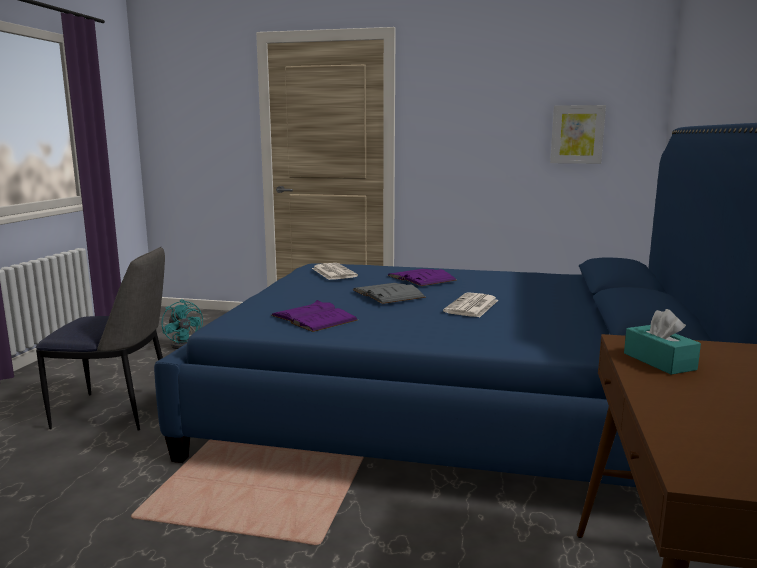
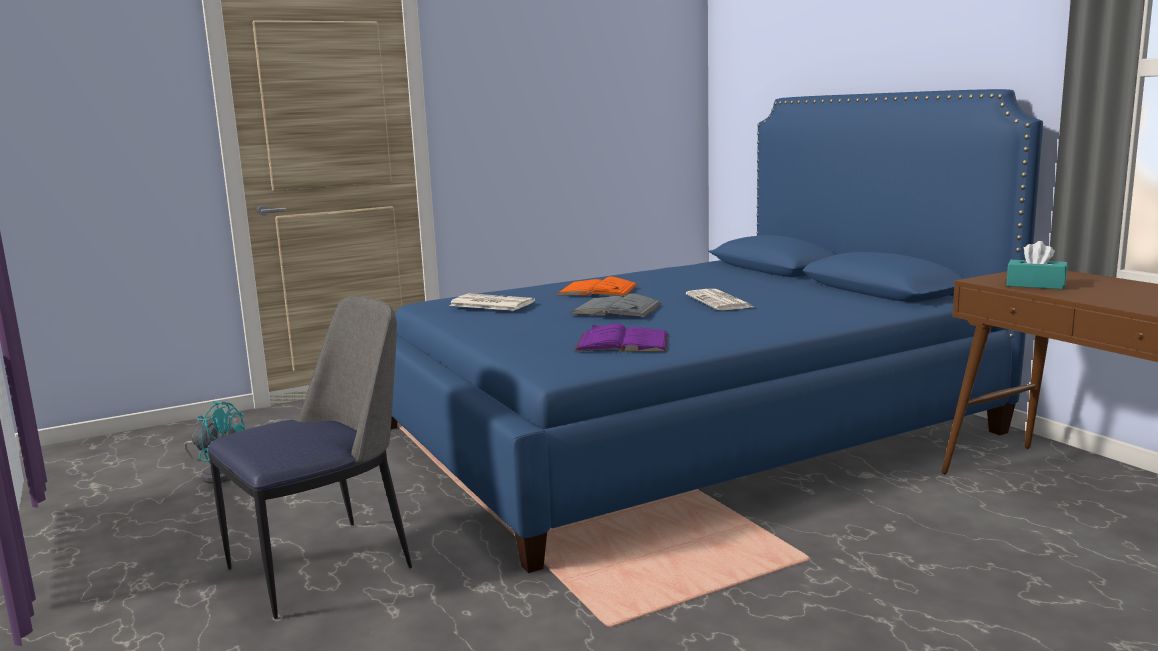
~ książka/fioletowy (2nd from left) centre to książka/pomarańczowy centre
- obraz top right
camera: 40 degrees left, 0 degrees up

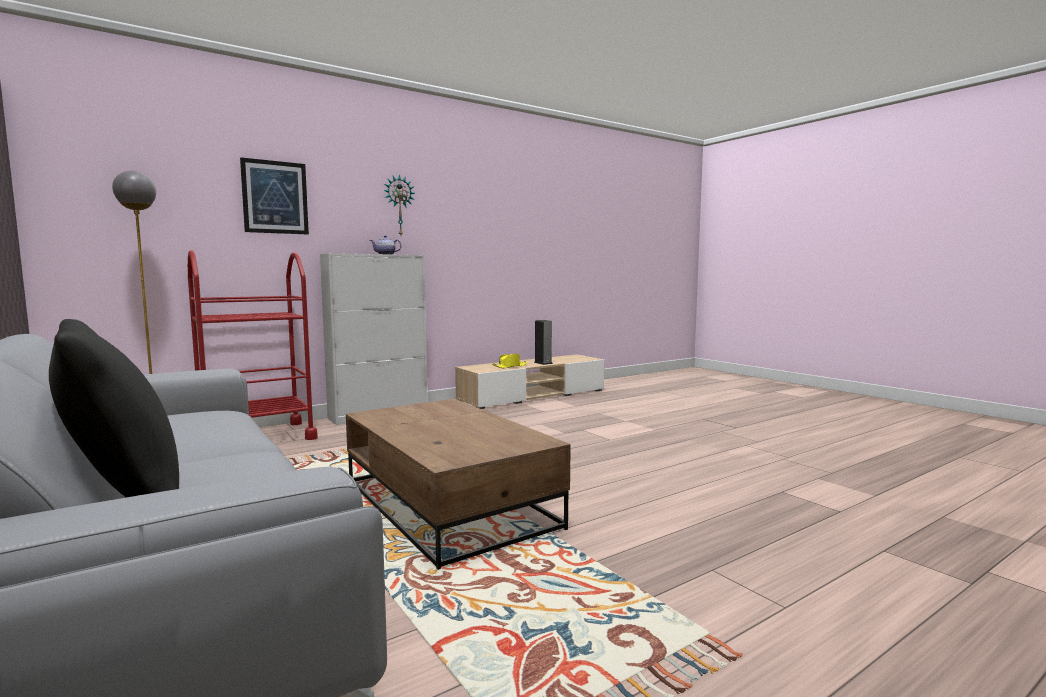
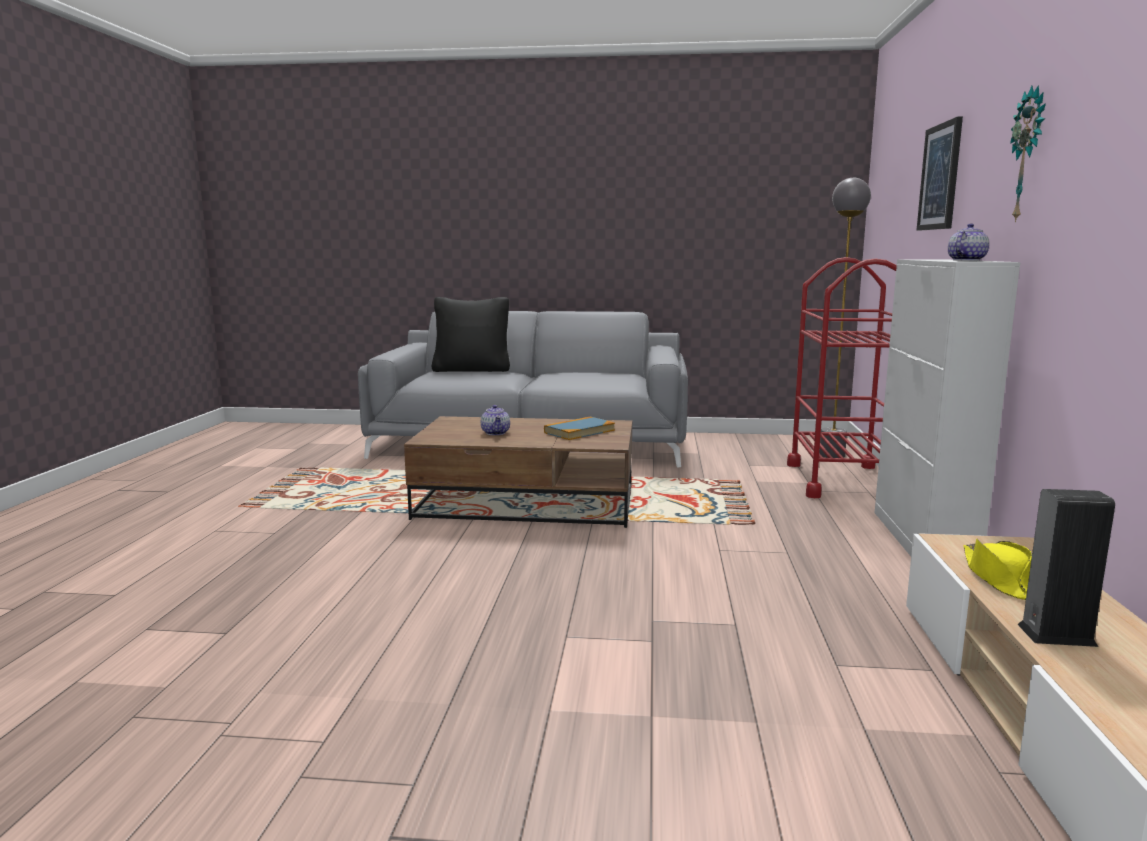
+ imbryk (1st from left) centre
+ książka centre
camera: 130 degrees right, 5 degrees up

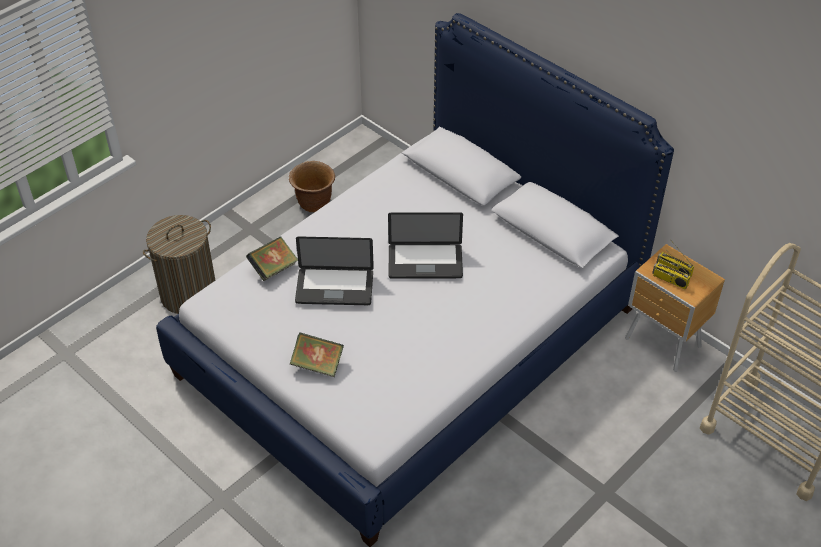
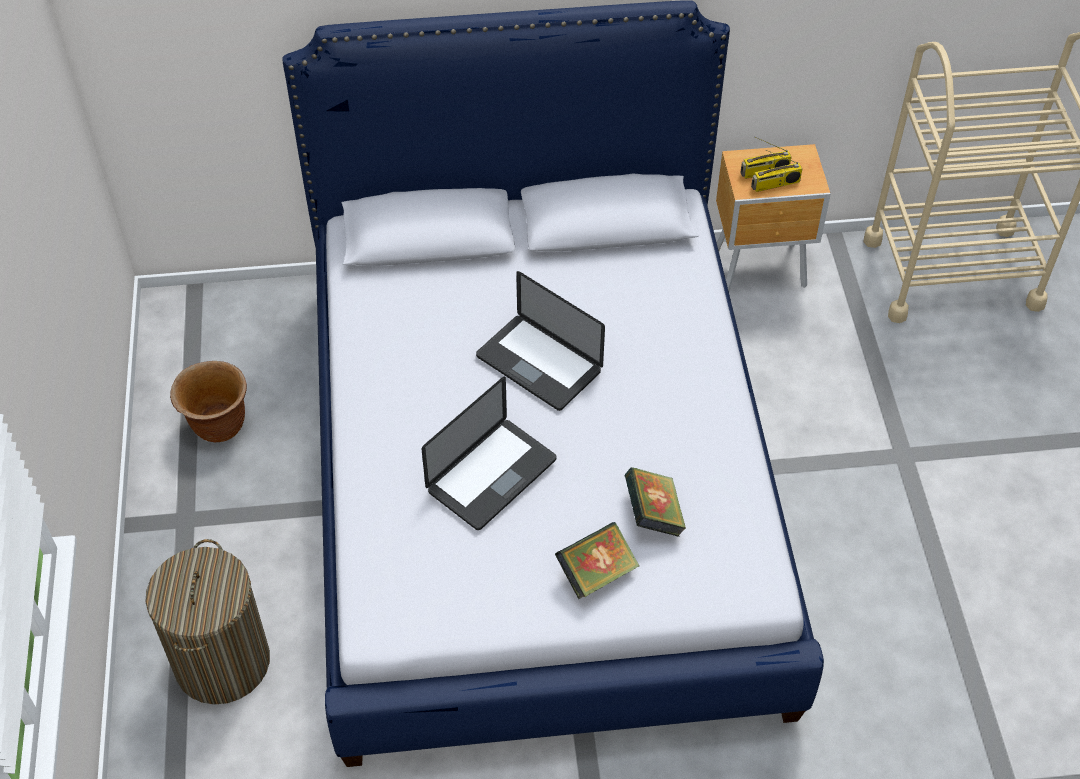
~ książka (1st from left in the first image) middle left to książka (2nd from left) centre
~ laptop (2nd from left) centre = centre 90 degrees clockwise
camera: 50 degrees left, 5 degrees up

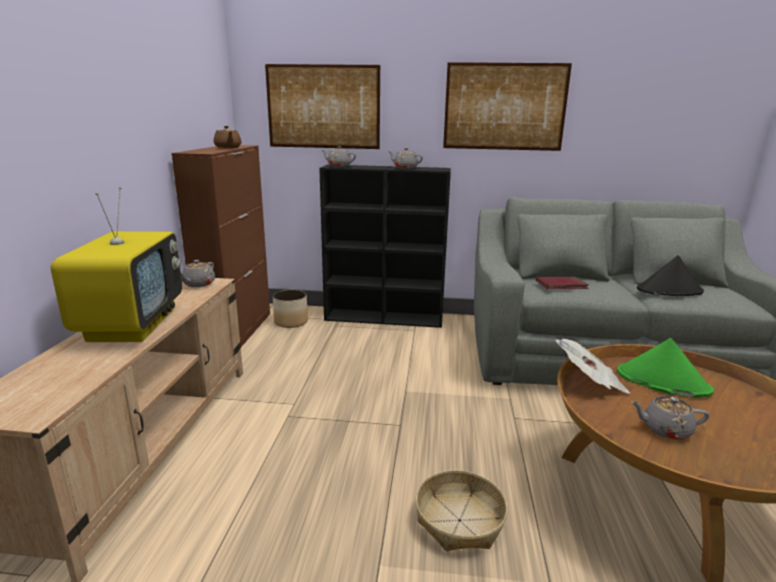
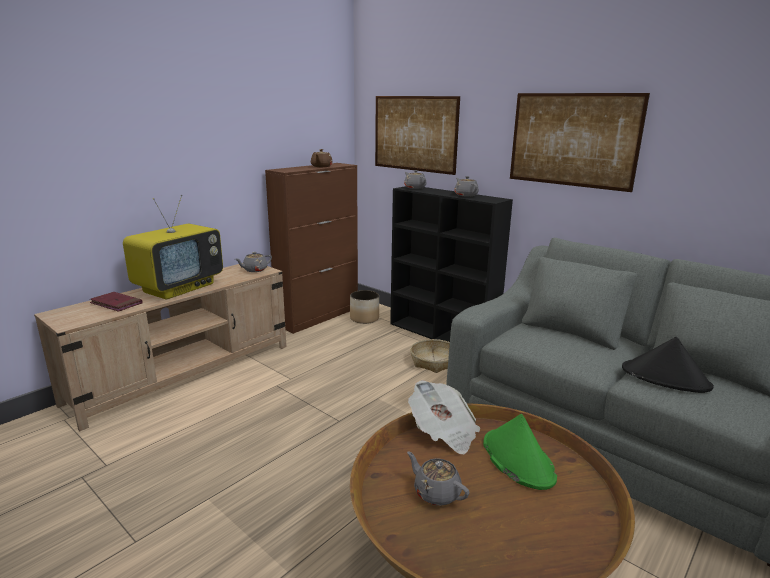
~ koszyk bottom centre to centre
~ książka/czerwony middle right to middle left
camera: 35 degrees right, 0 degrees up

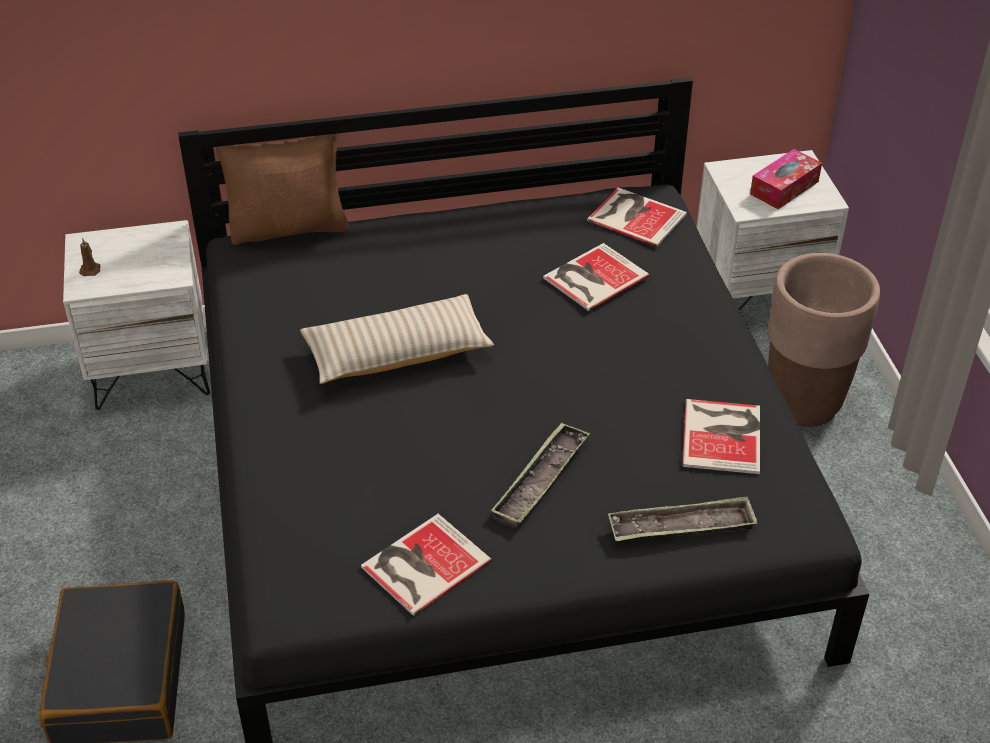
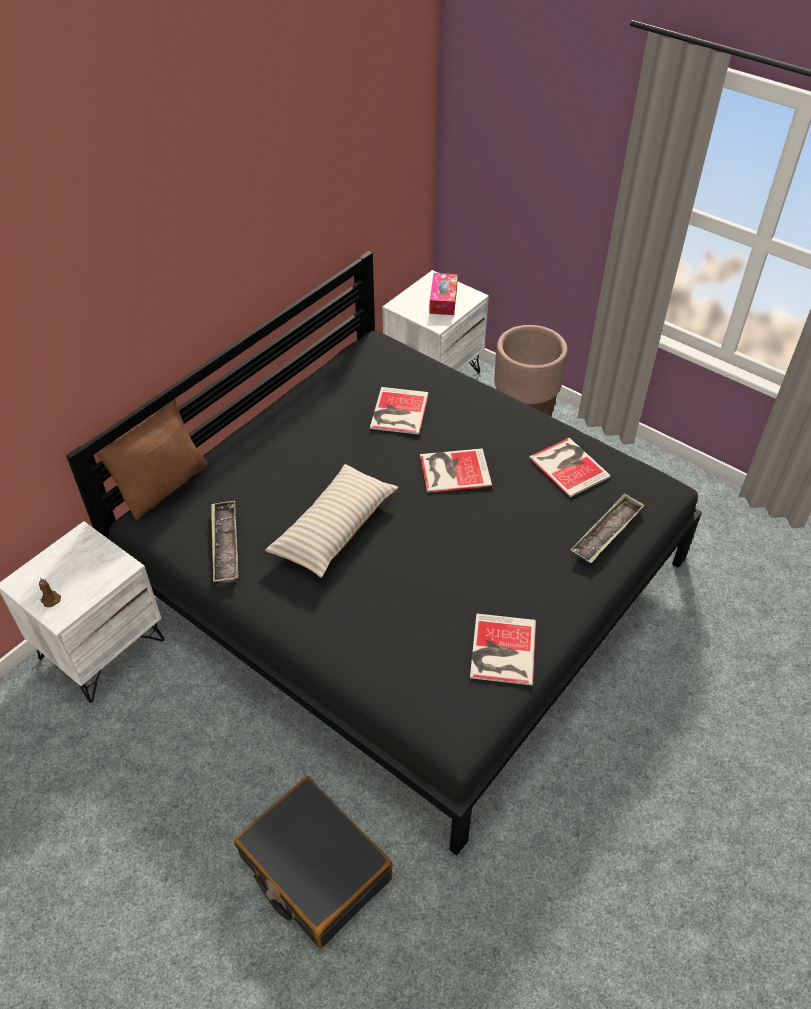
~ taca (1st from left) centre to middle left
~ książka (3rd from left in the first image) top centre to książka (2nd from left) centre
camera: 40 degrees left, 5 degrees up

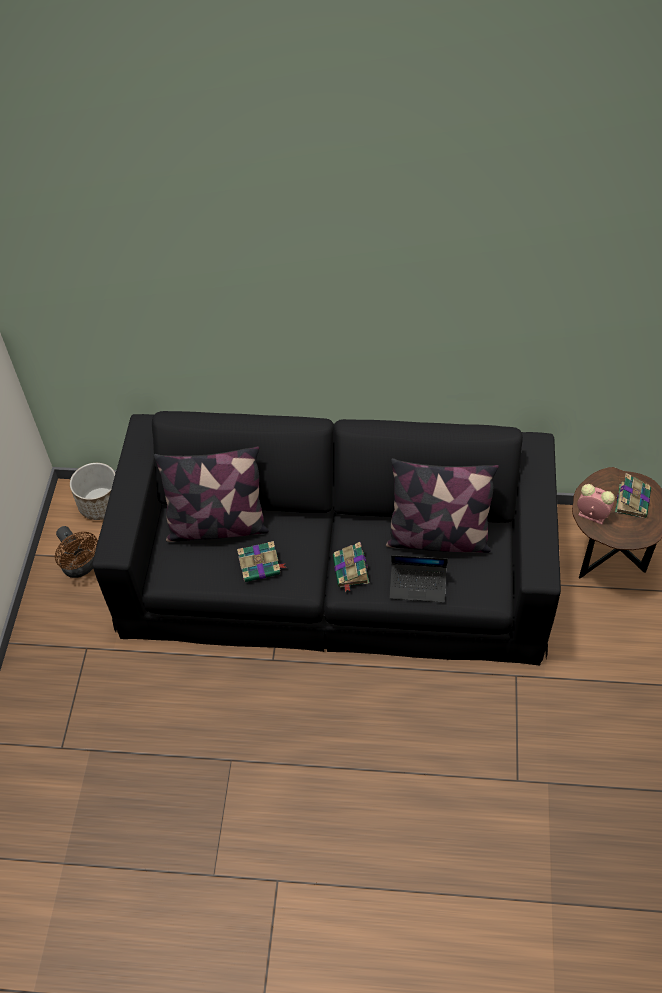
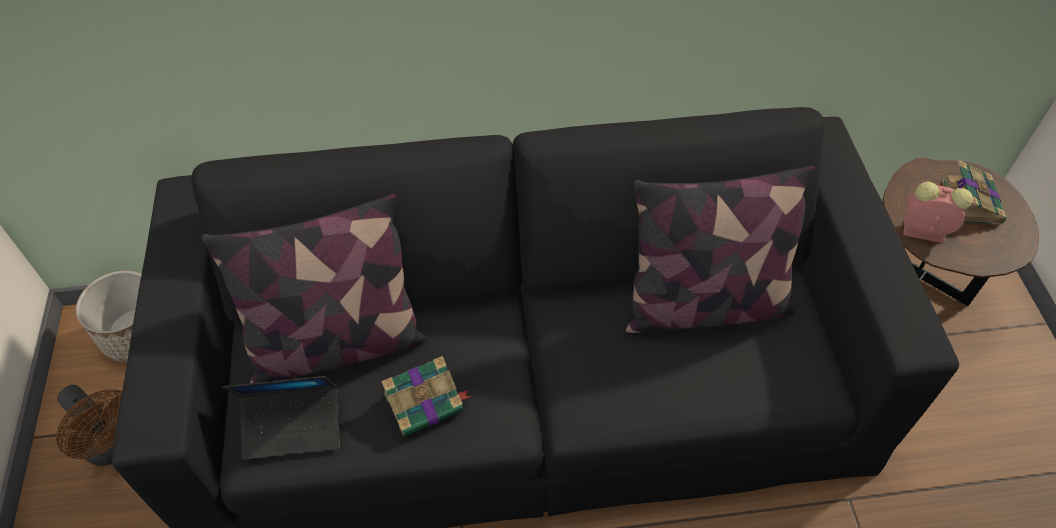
- książka (2nd from left) centre
~ laptop centre to bottom left
camera: 15 degrees left, 0 degrees up

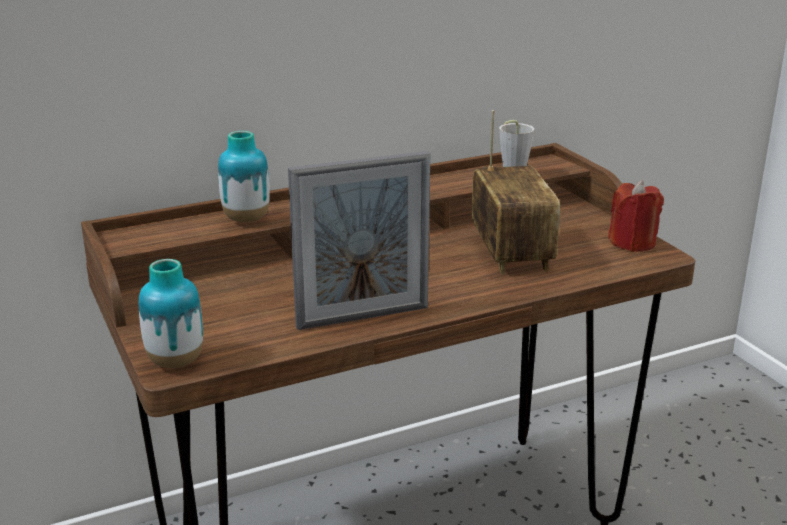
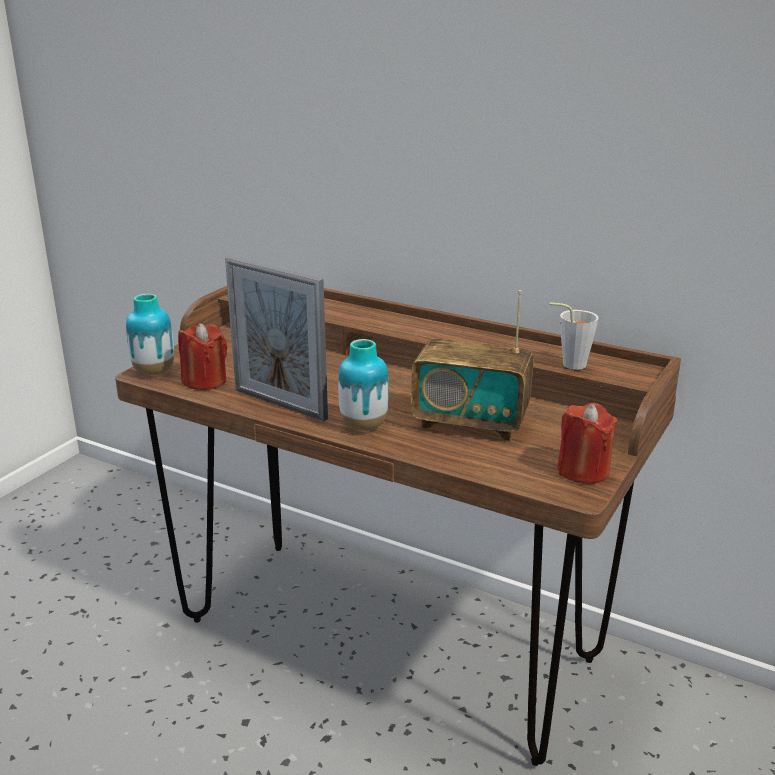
~ wazon (2nd from left) middle left to centre
~ radio centre = centre 60 degrees clockwise
+ świeca/czerwony (1st from left) middle left
camera: 55 degrees right, 0 degrees up

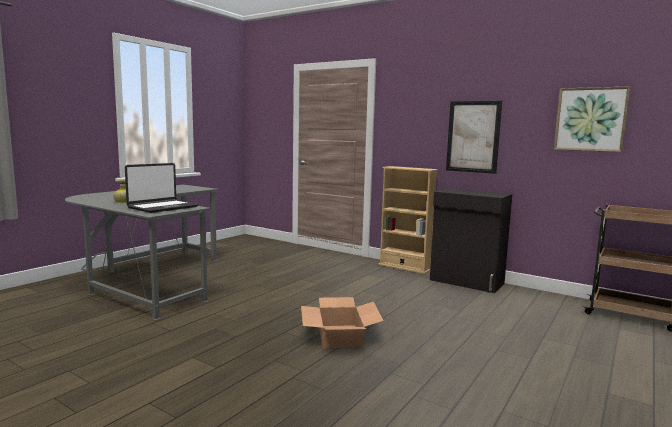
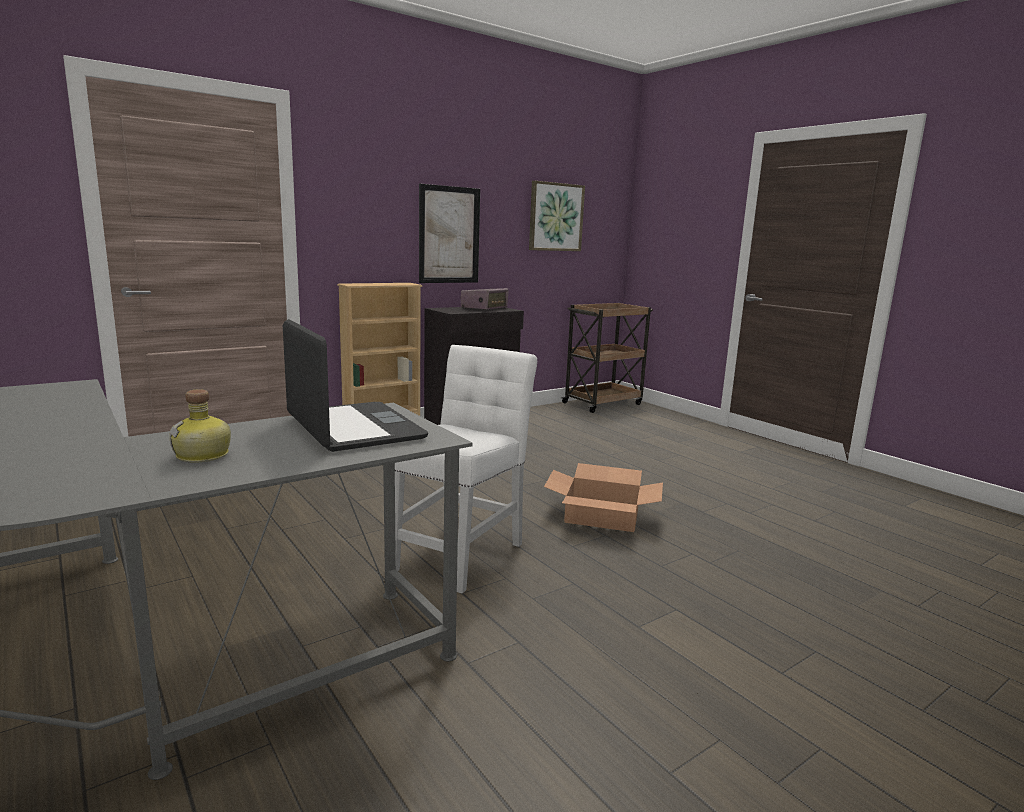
+ krzesło/biały centre
+ radio centre
camera: 70 degrees left, 5 degrees up

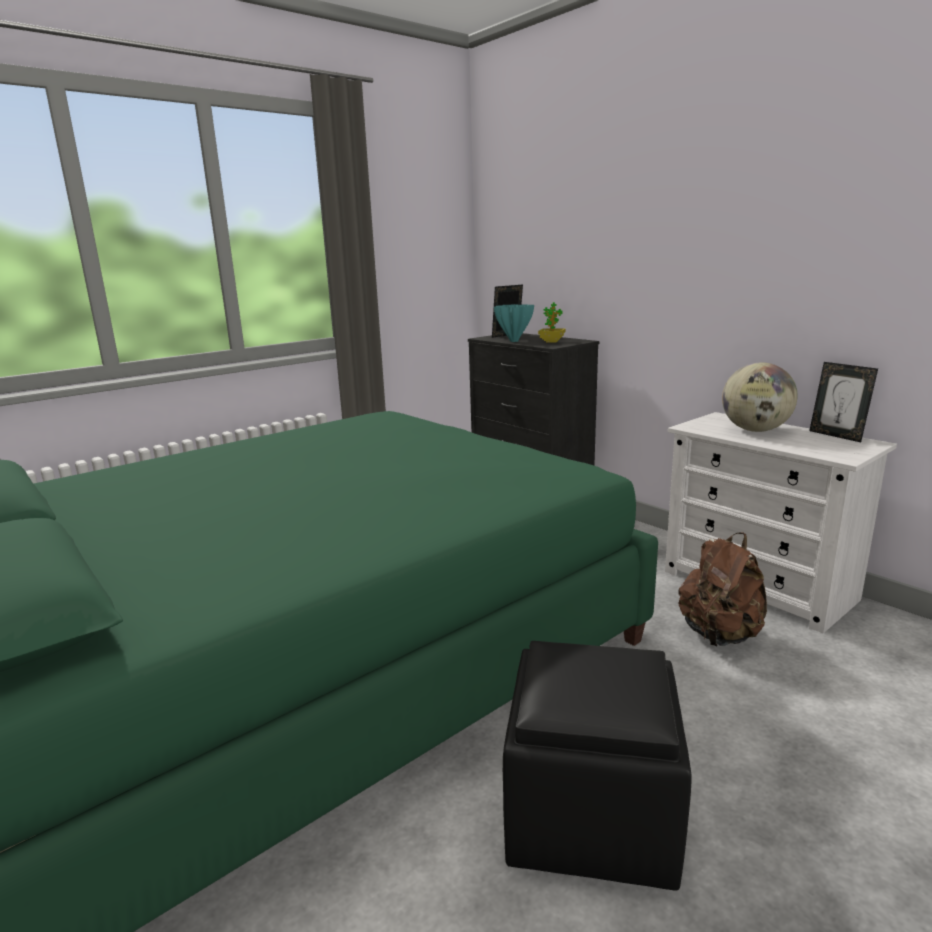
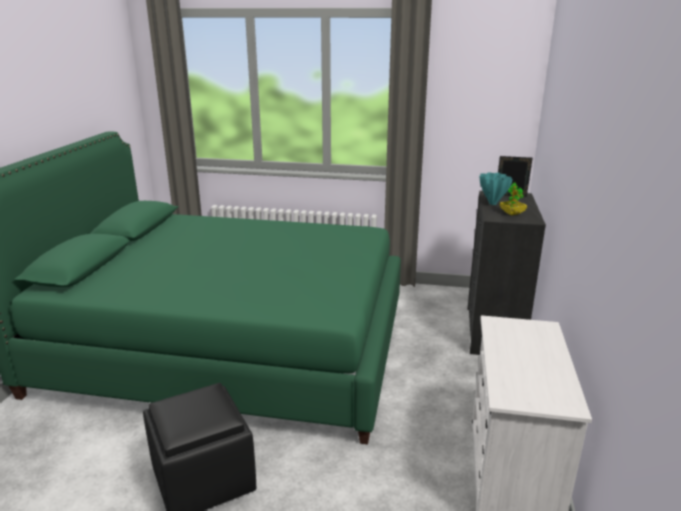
- plecak/brązowy middle right
- globus middle right
- ramka na zdjęcie (2nd from left) middle right
camera: 50 degrees right, 5 degrees up

